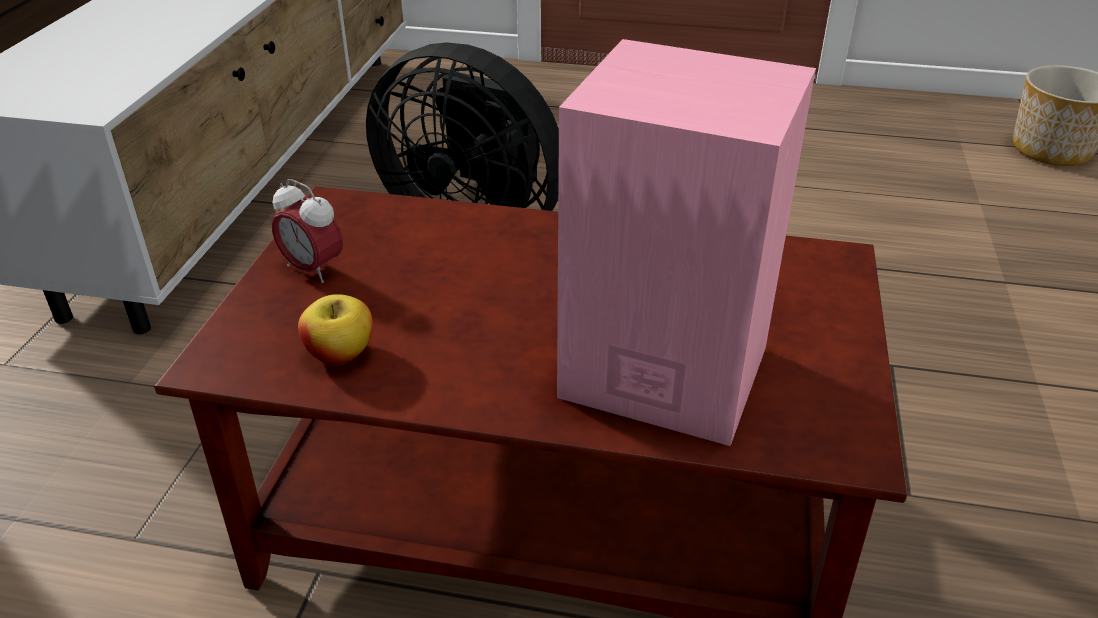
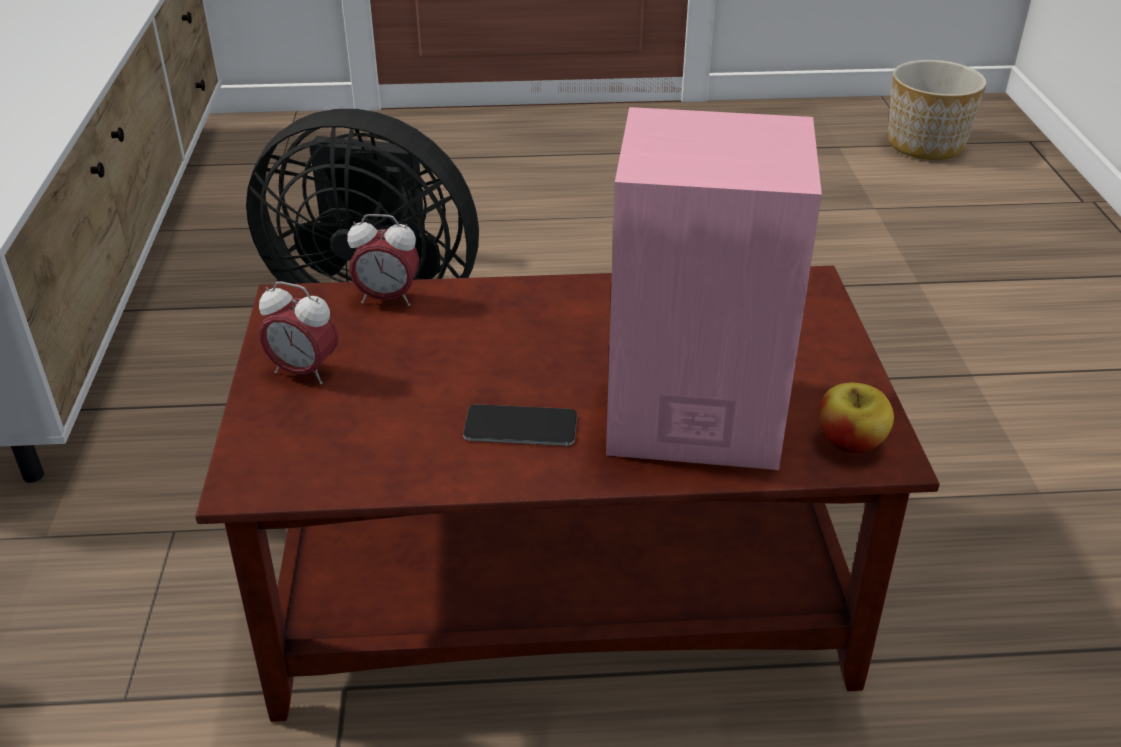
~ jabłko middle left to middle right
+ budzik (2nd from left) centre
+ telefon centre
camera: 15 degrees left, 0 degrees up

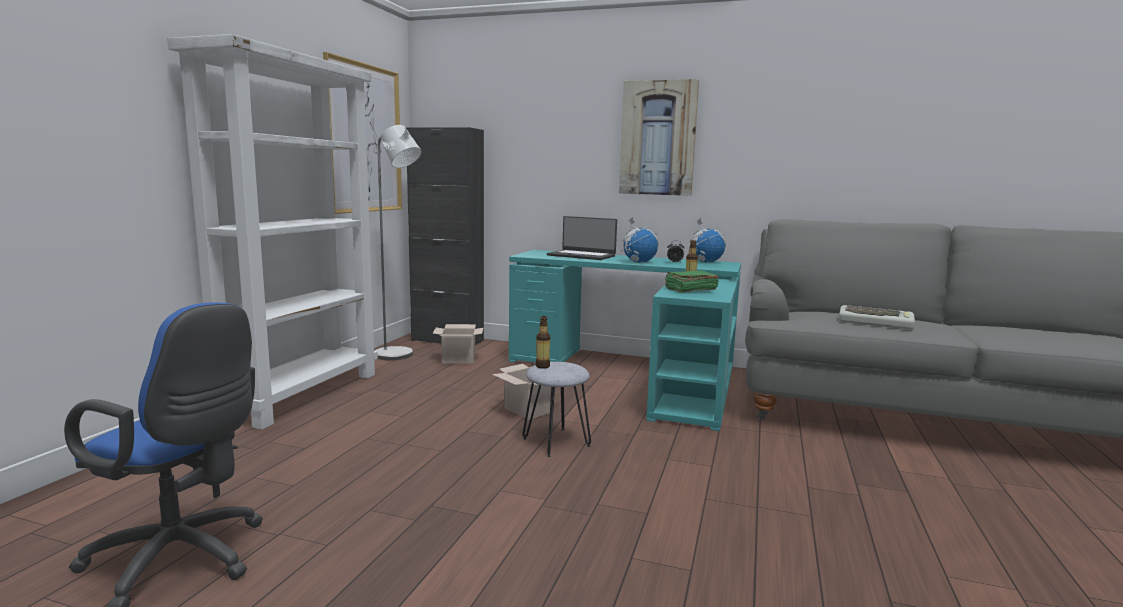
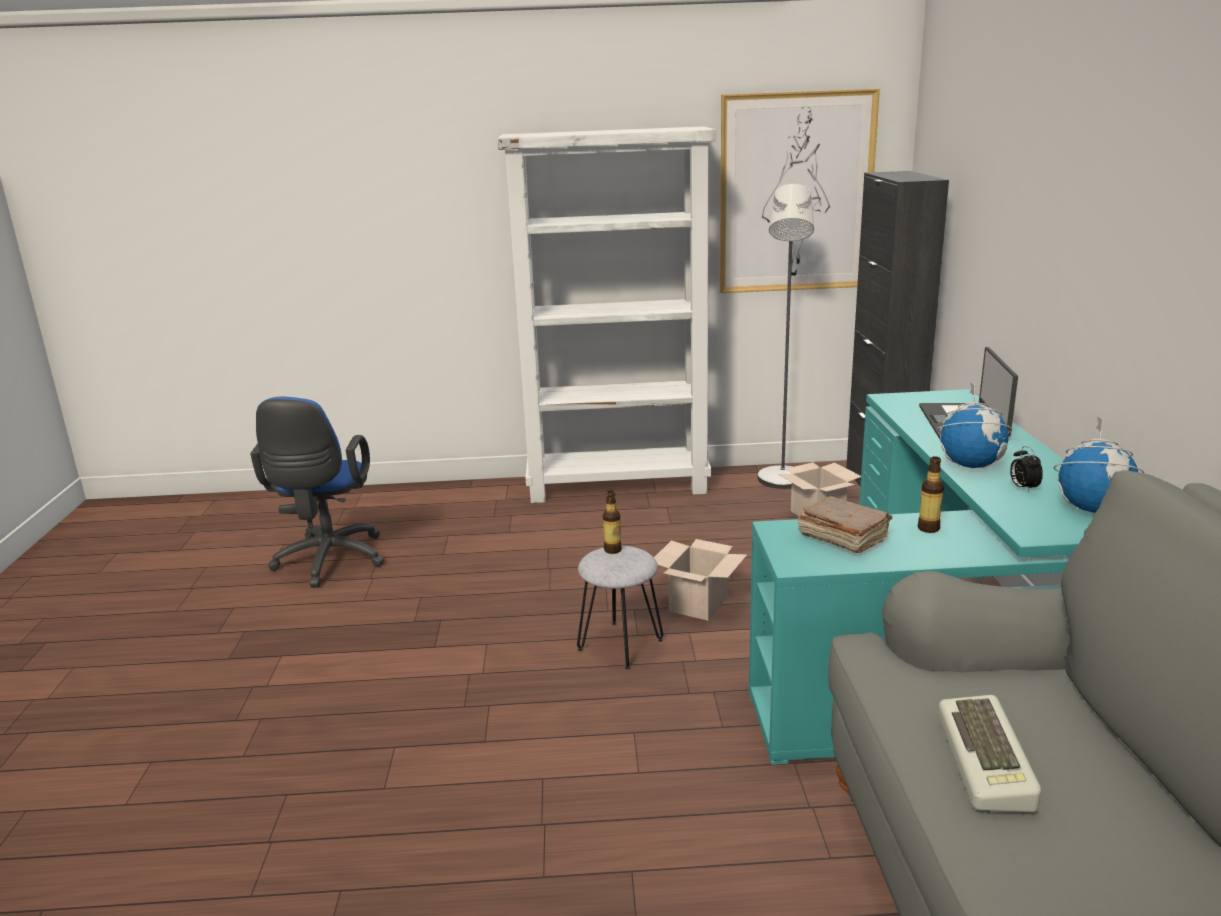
- obraz (2nd from left) top centre
~ książka/zielony centre to książka/brązowy middle right
camera: 70 degrees right, 10 degrees up

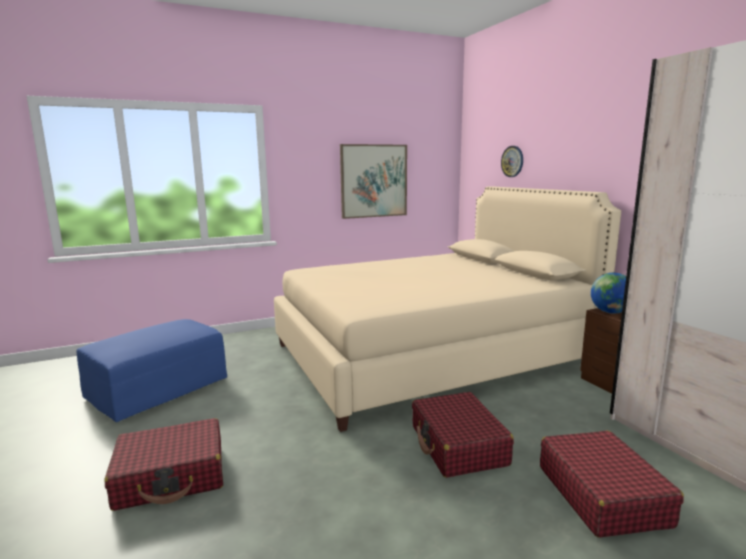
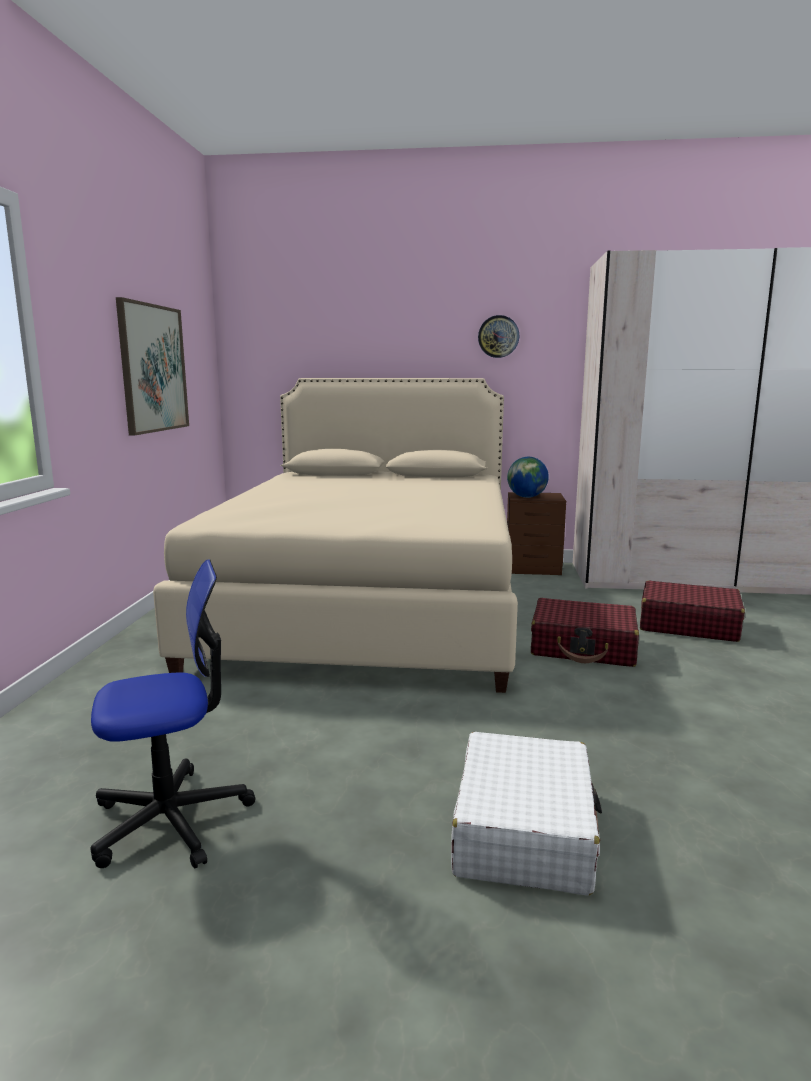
~ pufa/niebieski middle left to krzesło biurowe middle left
~ walizka/czerwony (1st from left) bottom left to walizka/biały bottom centre
~ zegar ścienny top right to top centre
camera: 60 degrees left, 0 degrees up

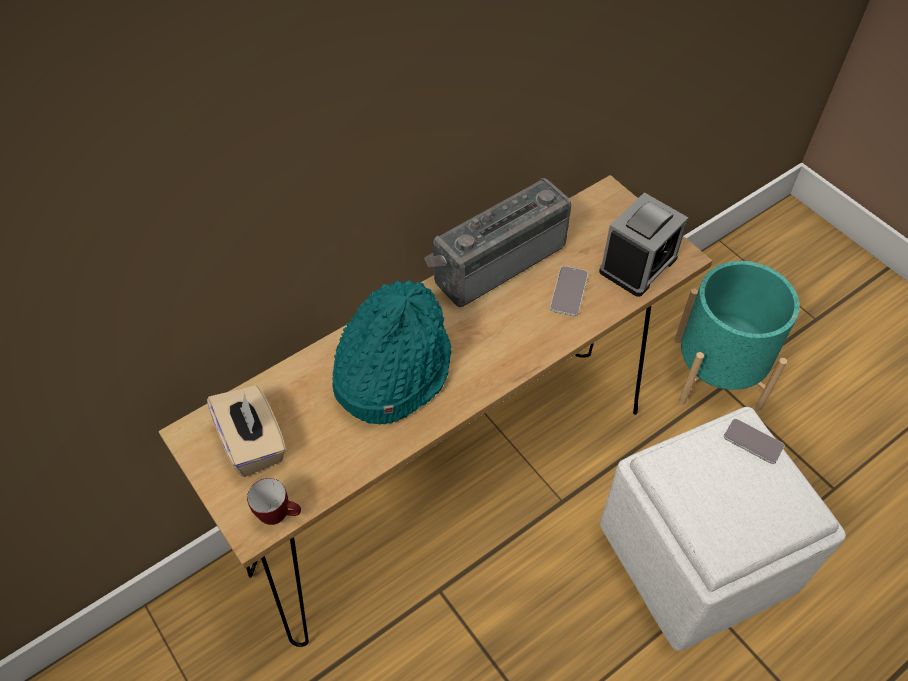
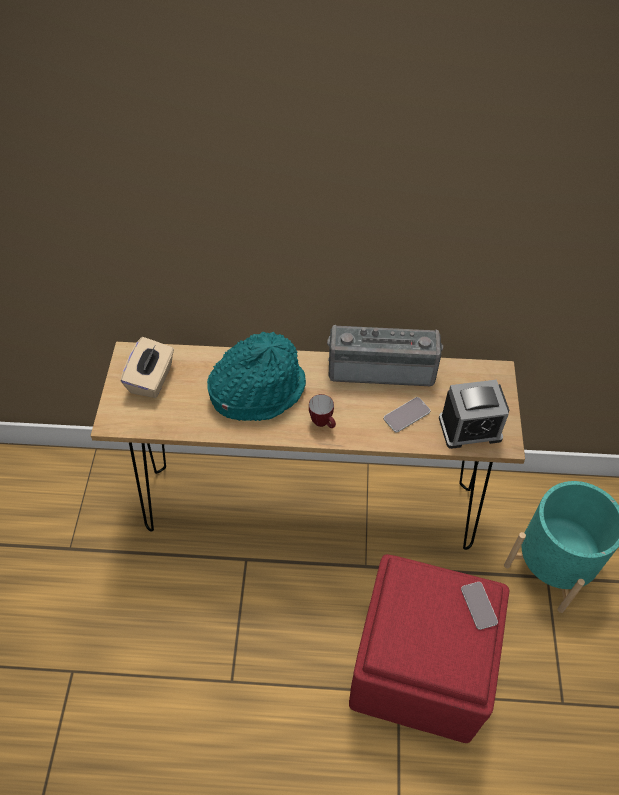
~ kubek bottom left to centre
~ pufa/biały bottom right to pufa/czerwony bottom right
camera: 40 degrees right, 0 degrees up

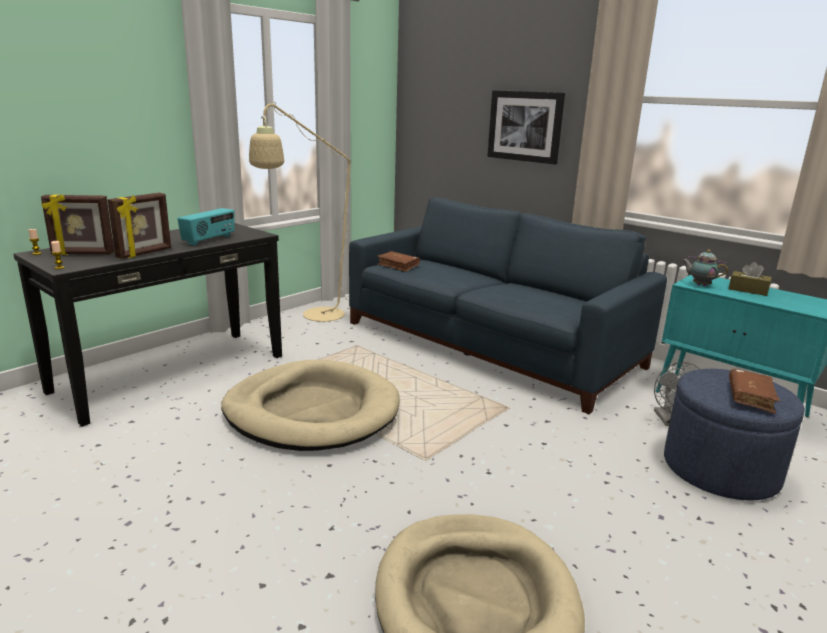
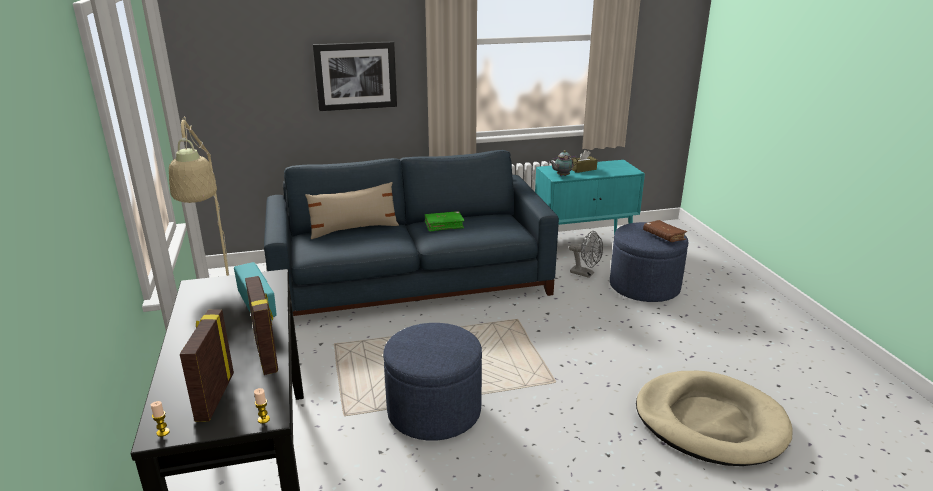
~ ramka na zdjęcie (1st from left) middle left = bottom left 150 degrees clockwise
~ legowisko/beżowy (1st from left) centre to pufa/niebieski (1st from left) bottom centre
- książka/brązowy (1st from left) centre
+ poduszka/beżowy centre
+ książka/zielony centre
camera: 55 degrees left, 5 degrees up

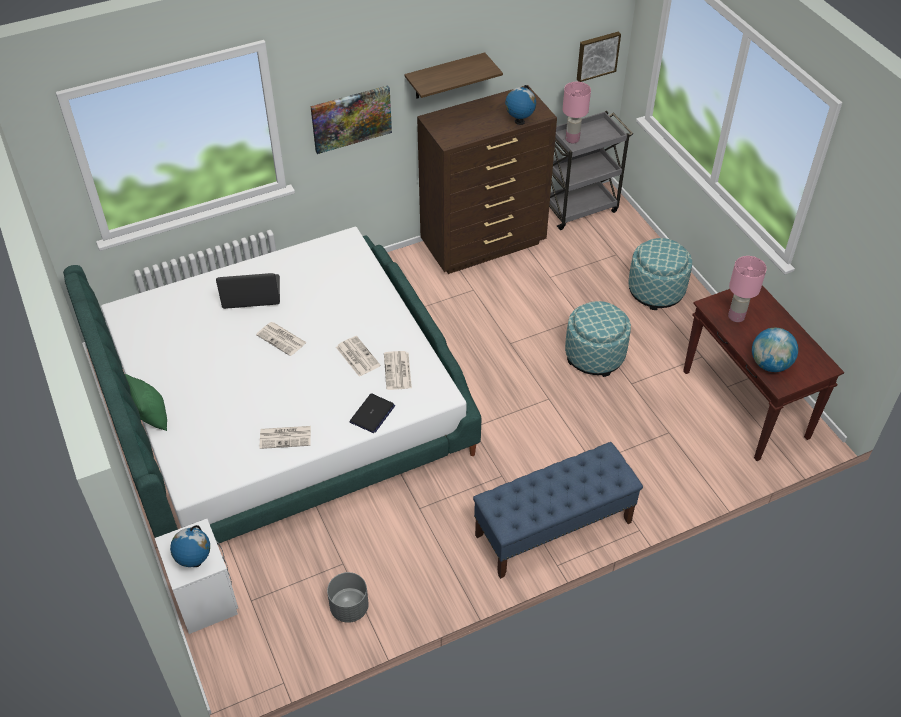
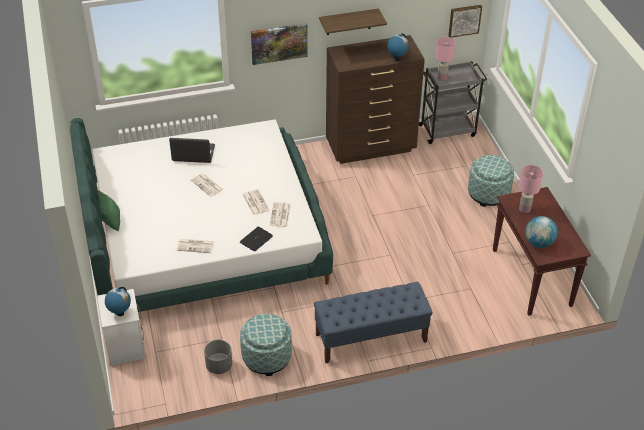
~ pufa (1st from left) centre to bottom centre
camera: 10 degrees right, 5 degrees down

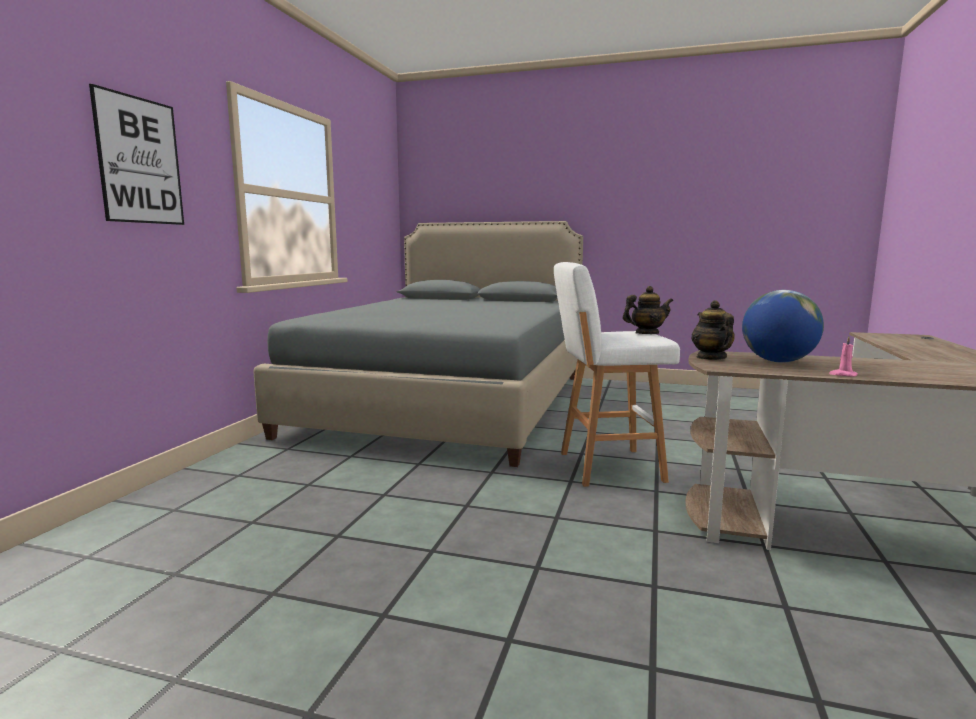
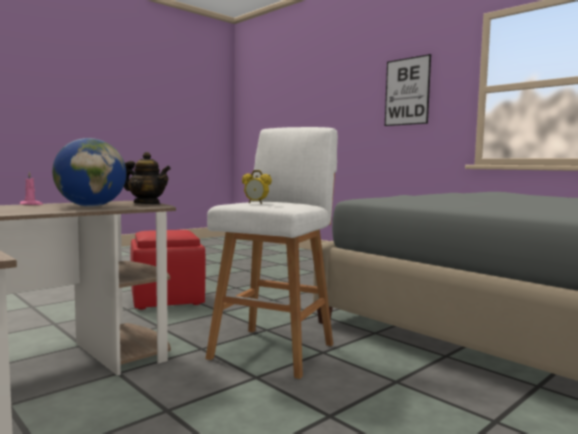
~ imbryk (1st from left) centre to budzik centre
+ pufa/czerwony middle left
camera: 120 degrees right, 5 degrees down

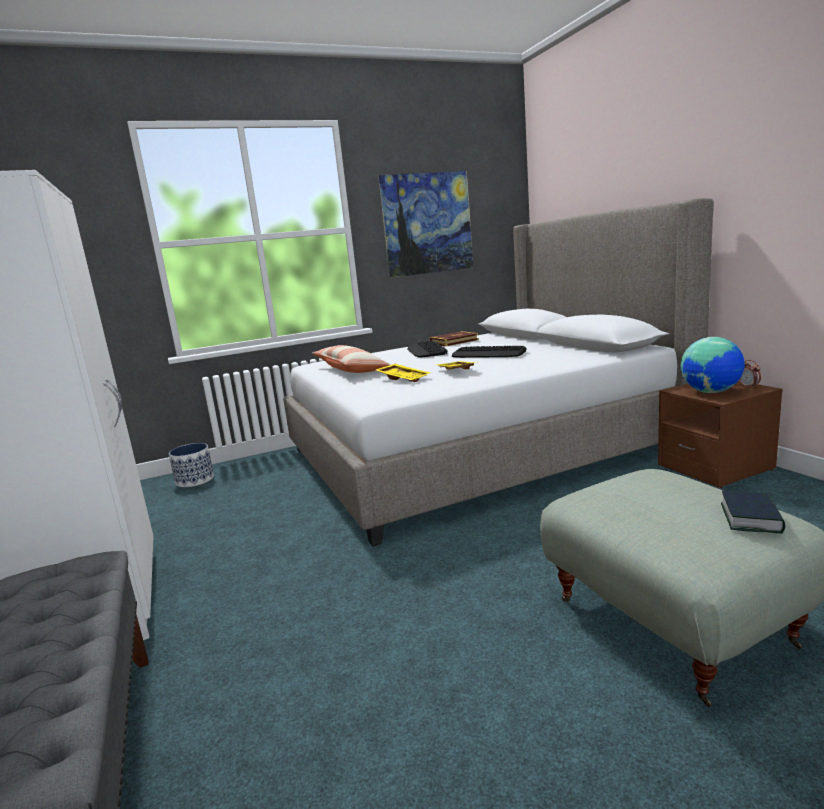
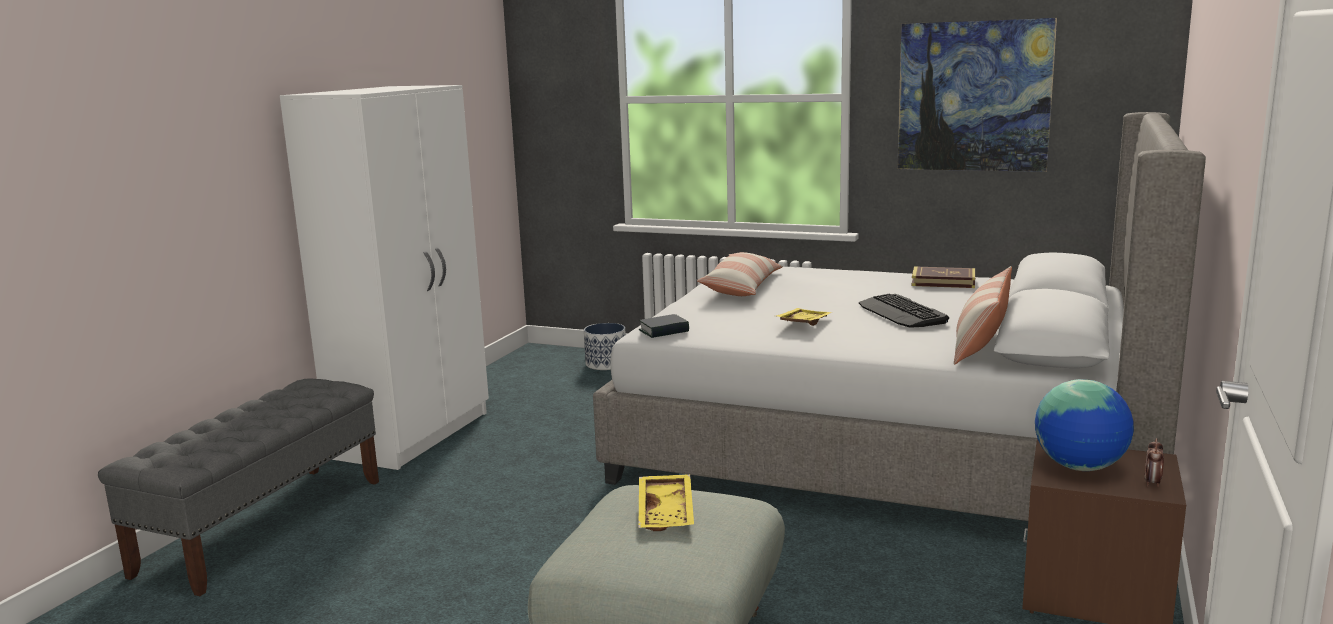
~ taca/żółty (1st from left) centre to bottom centre
- klawiatura (1st from left) centre
~ książka (2nd from left in the first image) middle right to książka (1st from left) centre
+ poduszka (2nd from left) middle right
camera: 45 degrees right, 0 degrees up

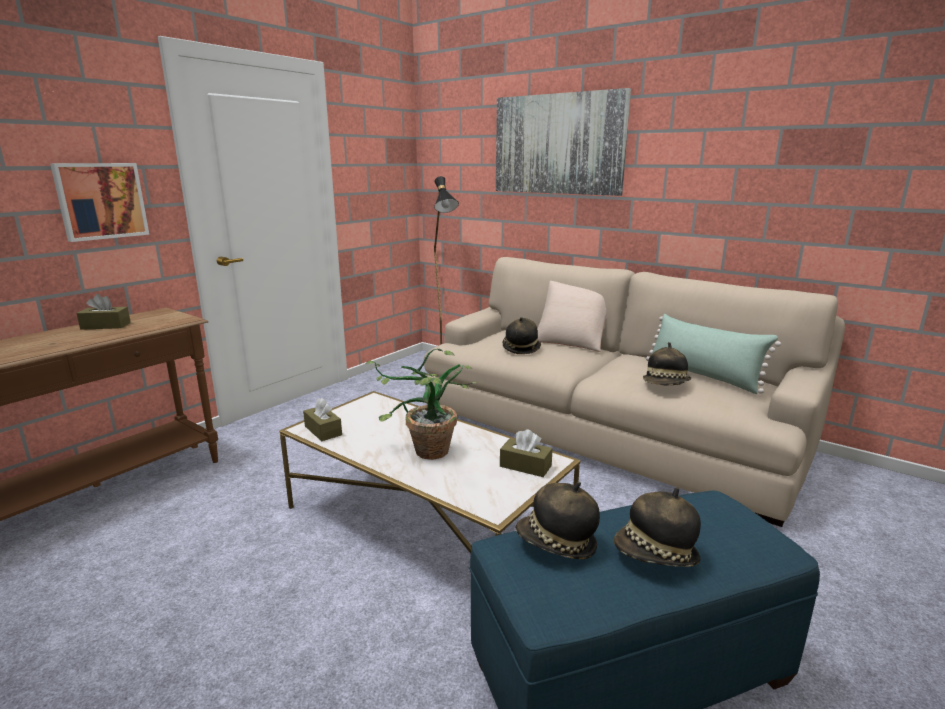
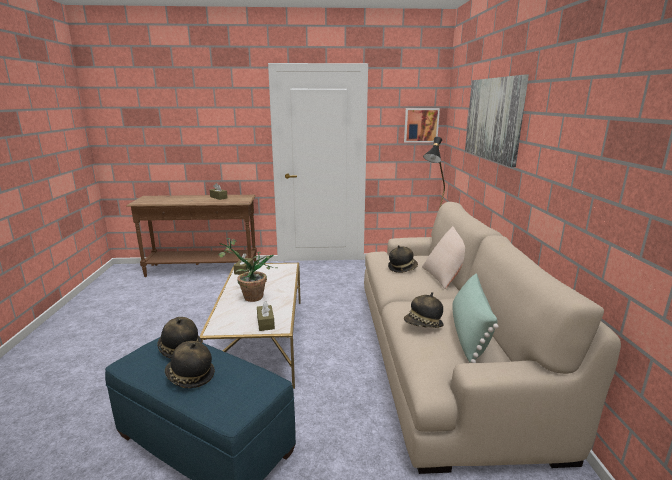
~ obraz (1st from left) top left to top centre
camera: 50 degrees right, 0 degrees up

